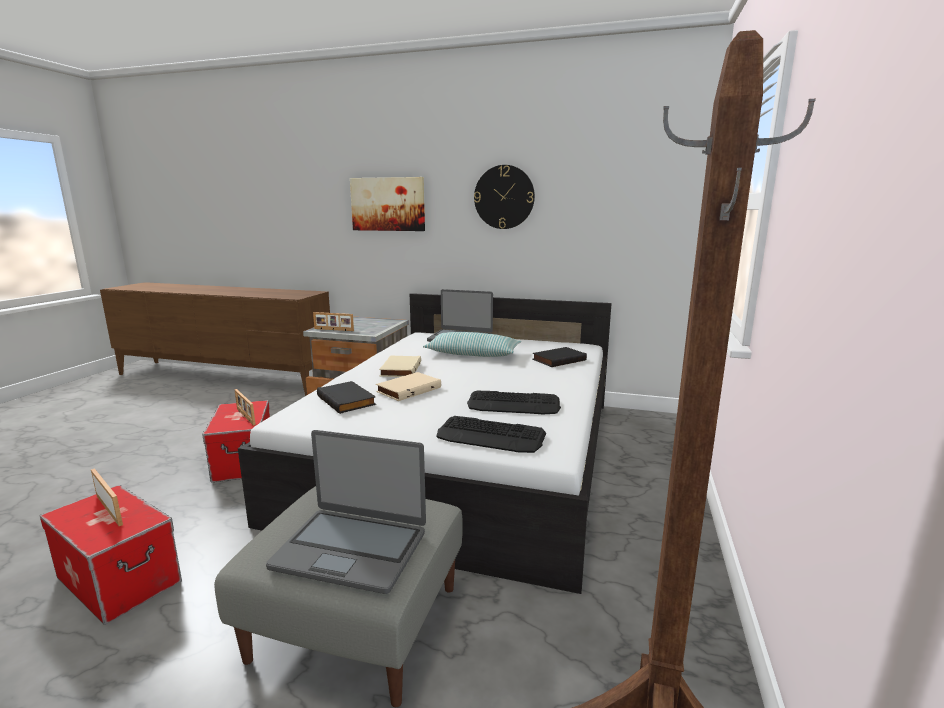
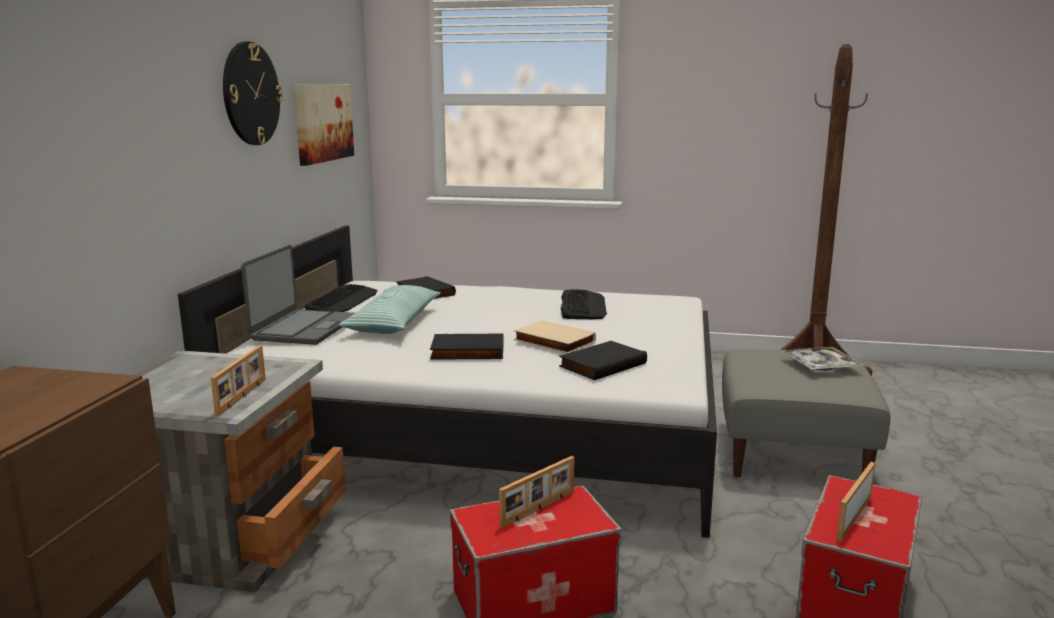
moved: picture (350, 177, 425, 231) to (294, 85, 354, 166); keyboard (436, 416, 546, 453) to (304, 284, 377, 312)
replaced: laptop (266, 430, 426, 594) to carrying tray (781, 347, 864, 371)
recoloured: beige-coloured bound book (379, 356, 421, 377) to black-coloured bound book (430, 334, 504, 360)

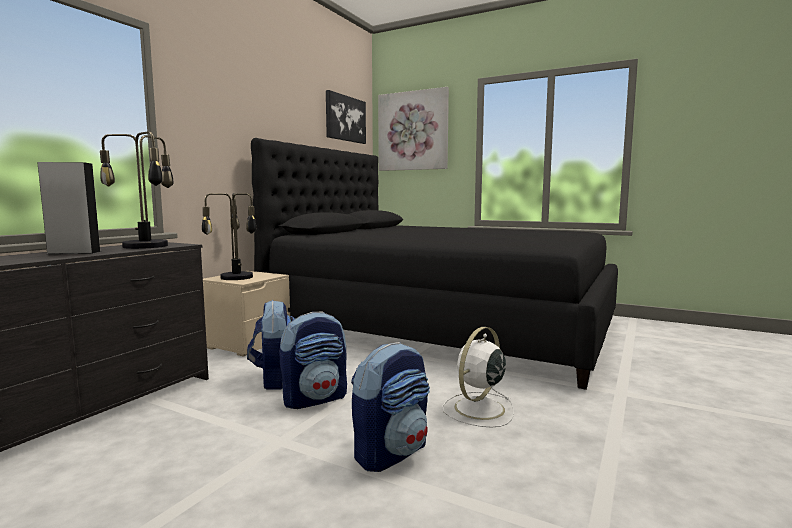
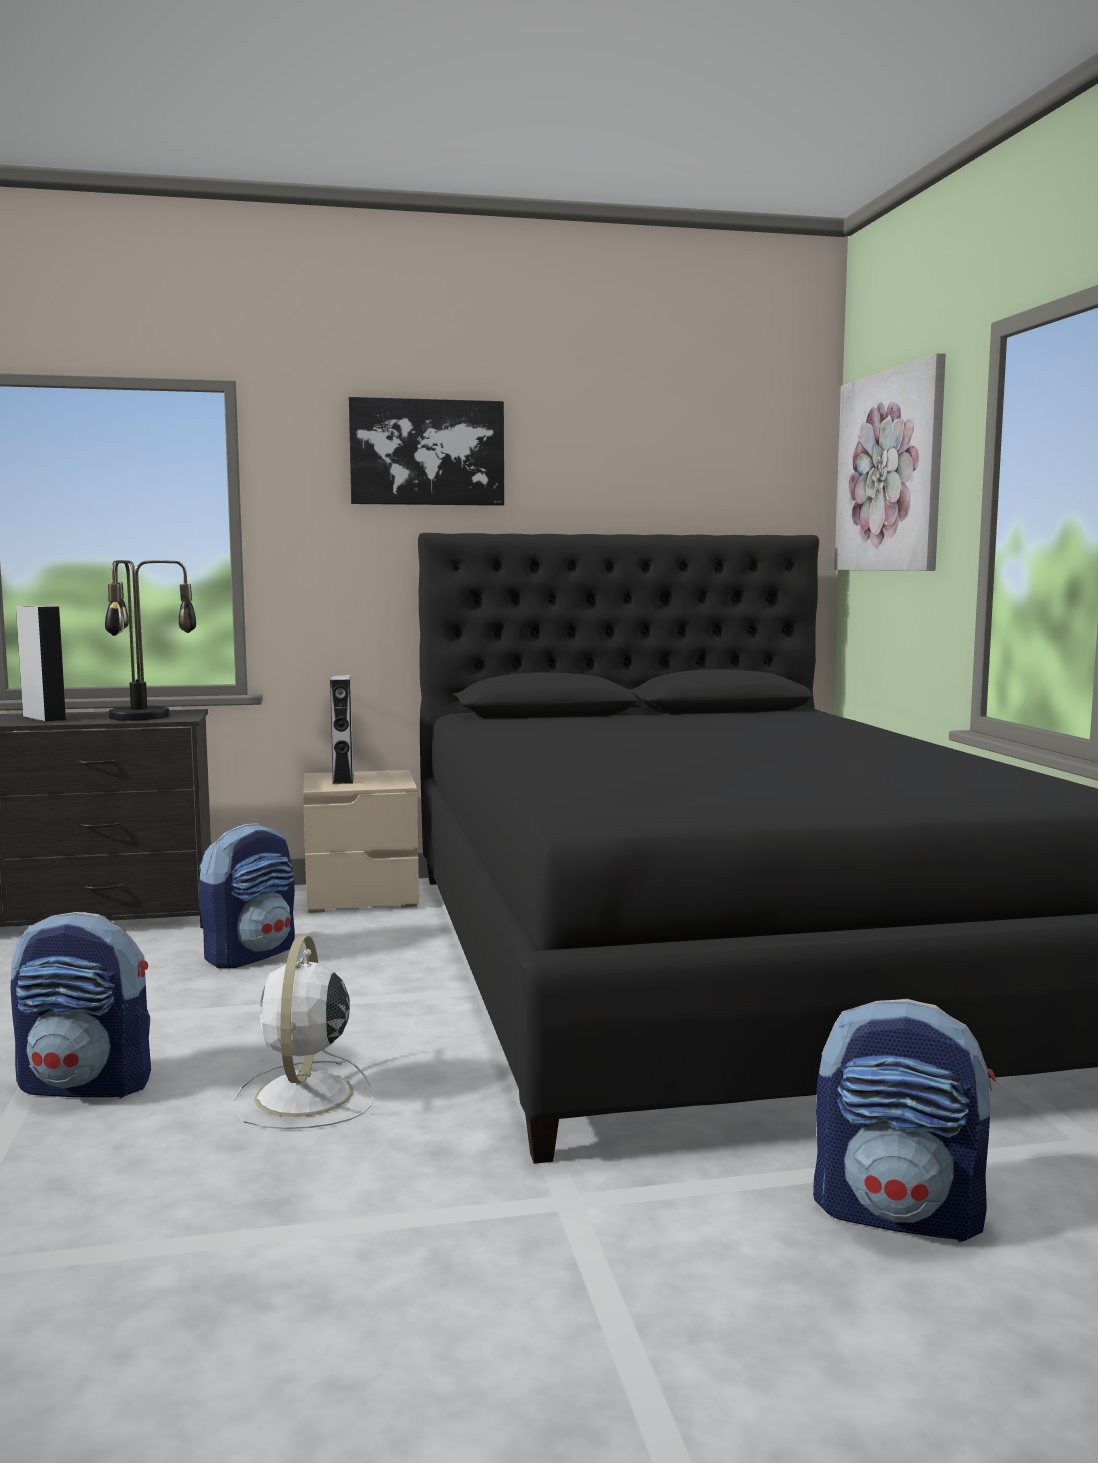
moved: rucksack (279, 312, 347, 409) to (813, 998, 996, 1242); picture (326, 90, 366, 144) to (349, 397, 504, 506)
replaced: lamp for a table (202, 193, 256, 280) to greyish audio speaker (330, 675, 354, 784)
turned: white electric fan (442, 327, 514, 428) = (233, 936, 374, 1129) 90 degrees counterclockwise

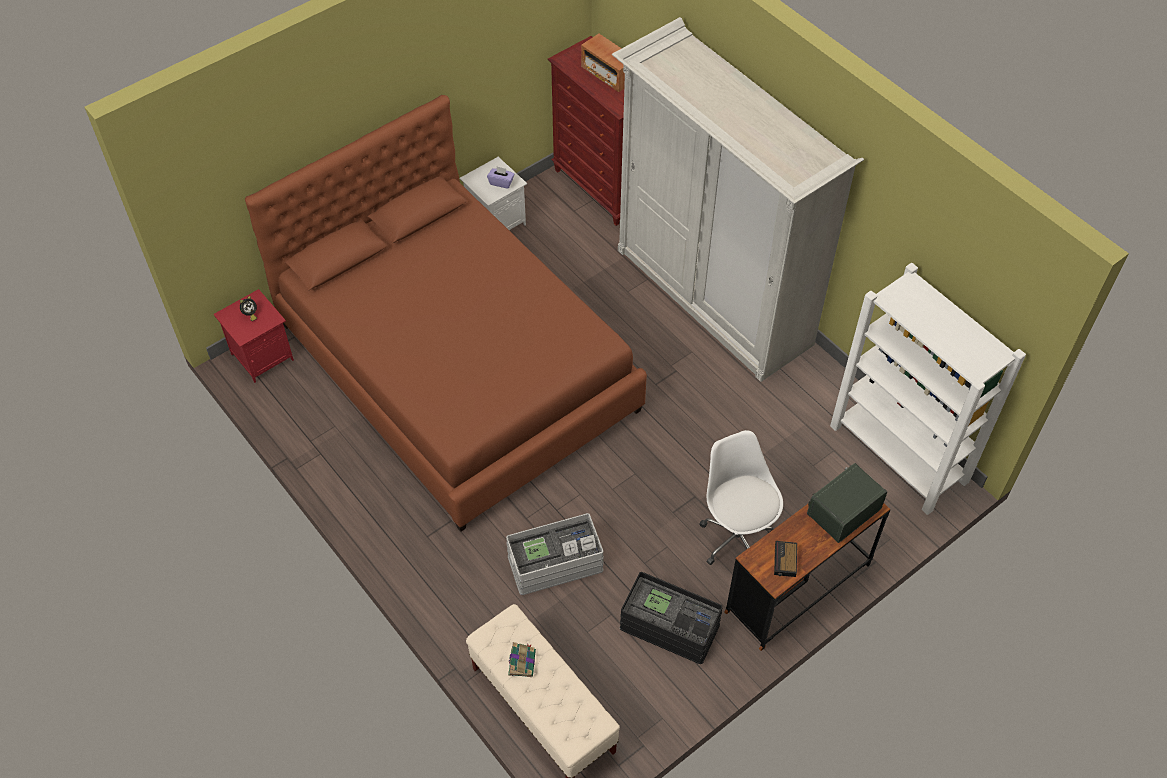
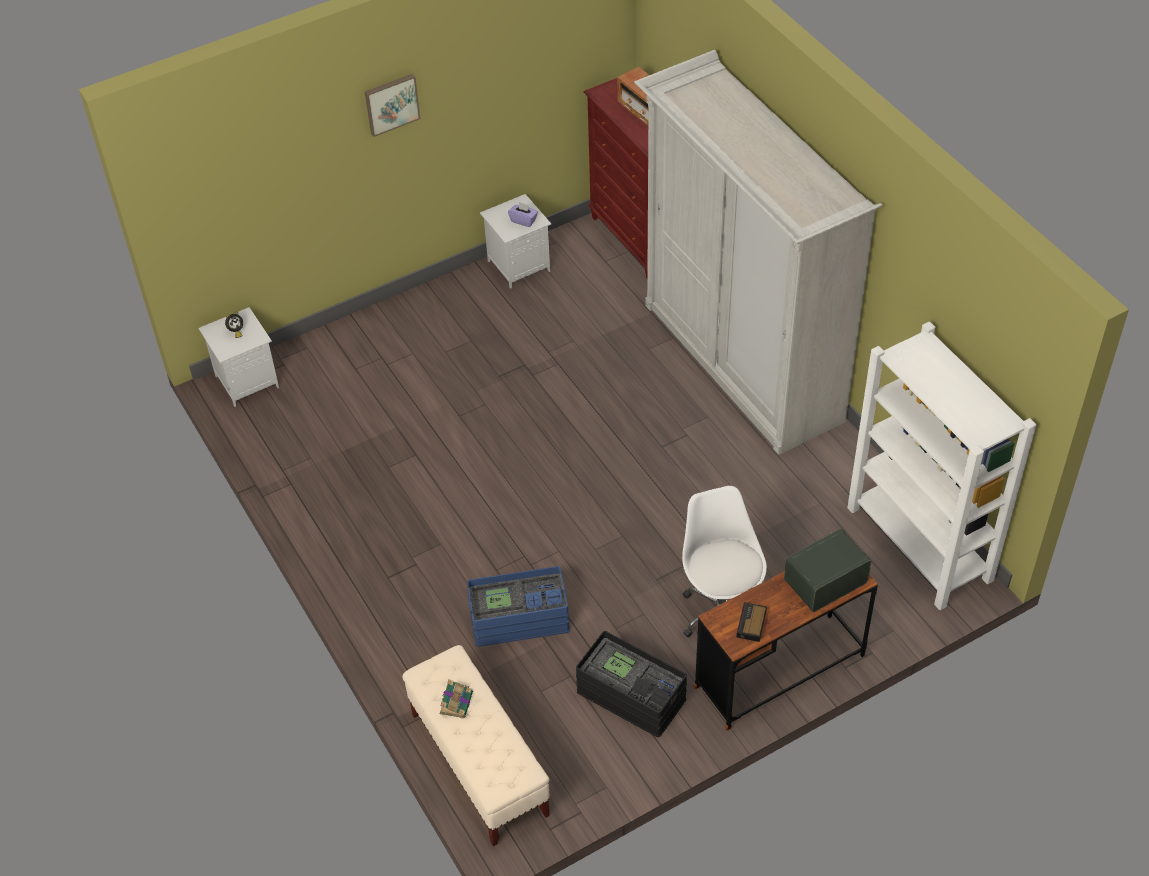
removed: brown-coloured sleeping bed (245, 95, 647, 532)
added: picture (365, 74, 420, 137)
recoloured: reddish night table (214, 289, 294, 383) to greyish night table (198, 307, 279, 407); greyish storage box (506, 513, 604, 595) to blue storage box (467, 566, 570, 647)

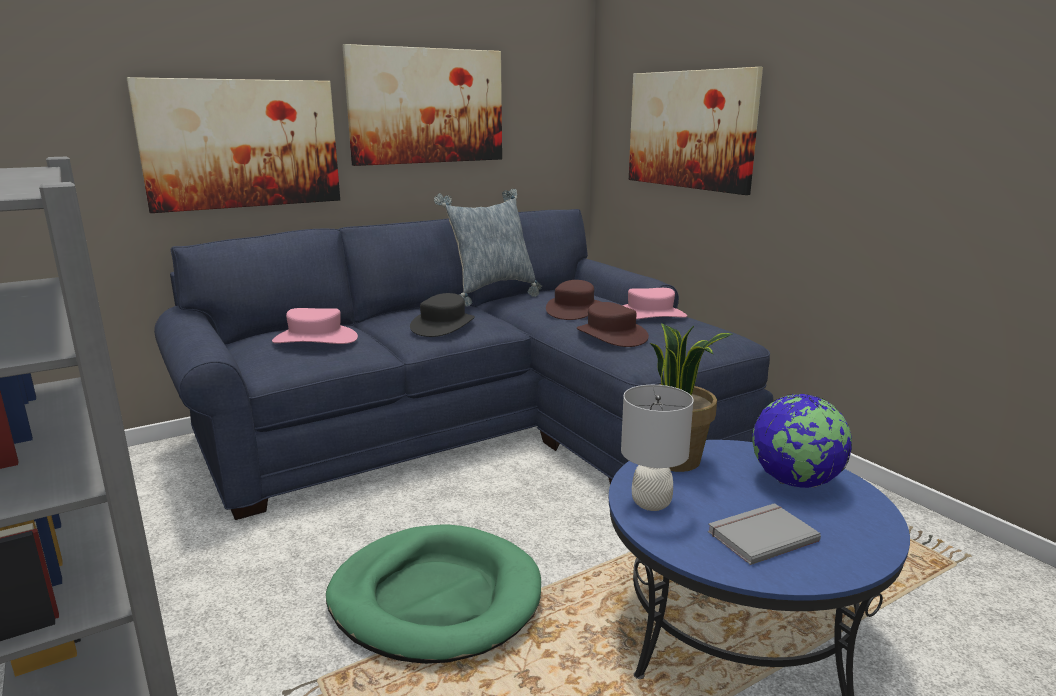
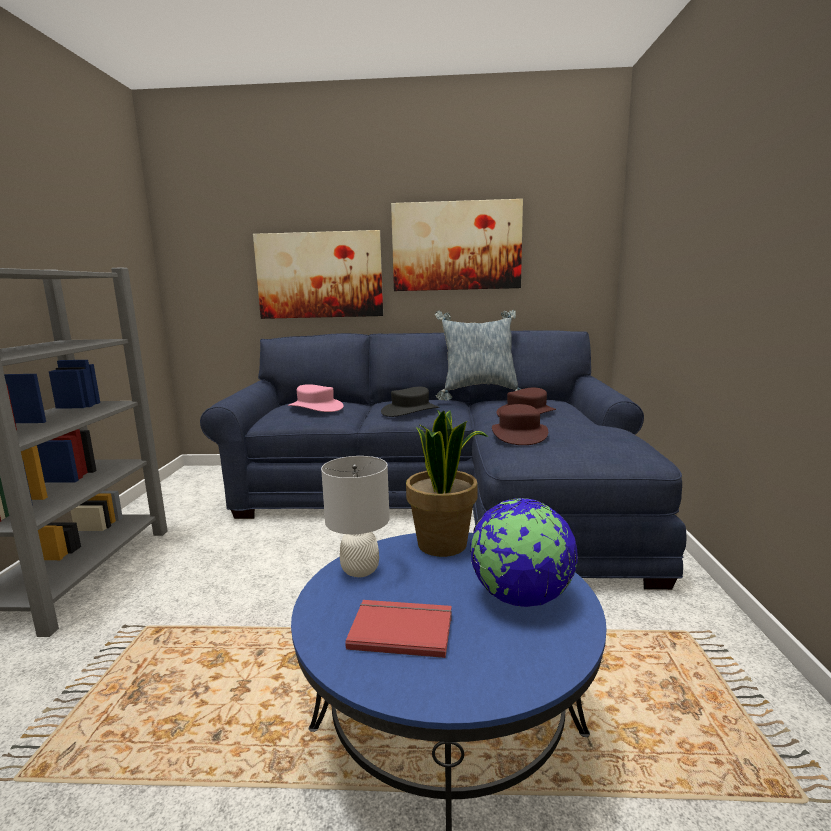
removed: green dog cushion (326, 525, 541, 664); pinkish hat (622, 288, 687, 319); picture (629, 67, 763, 195)
recoloured: greyish bound book (708, 503, 821, 565) to reddish bound book (345, 600, 452, 658)

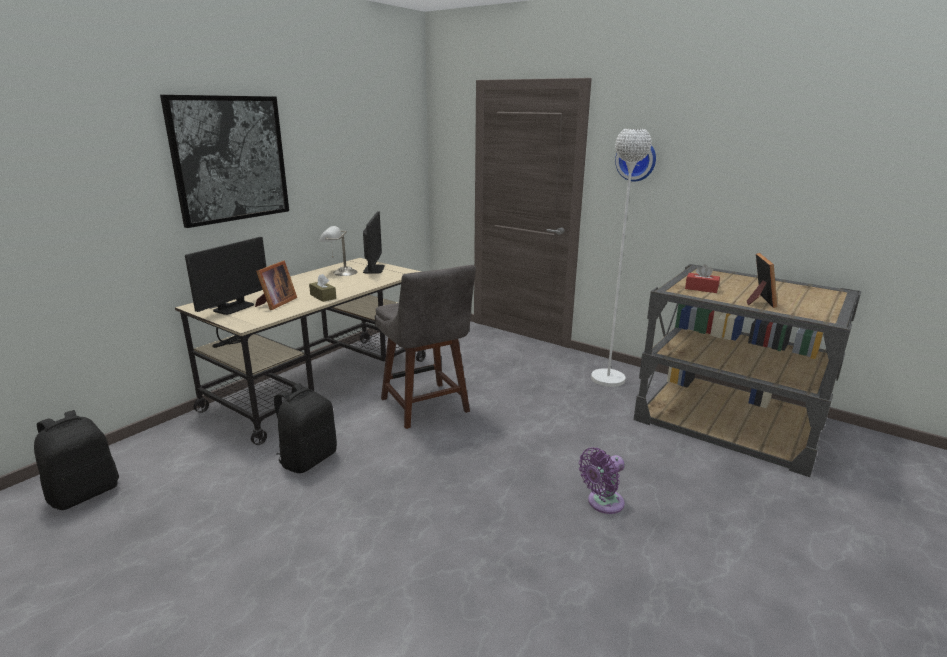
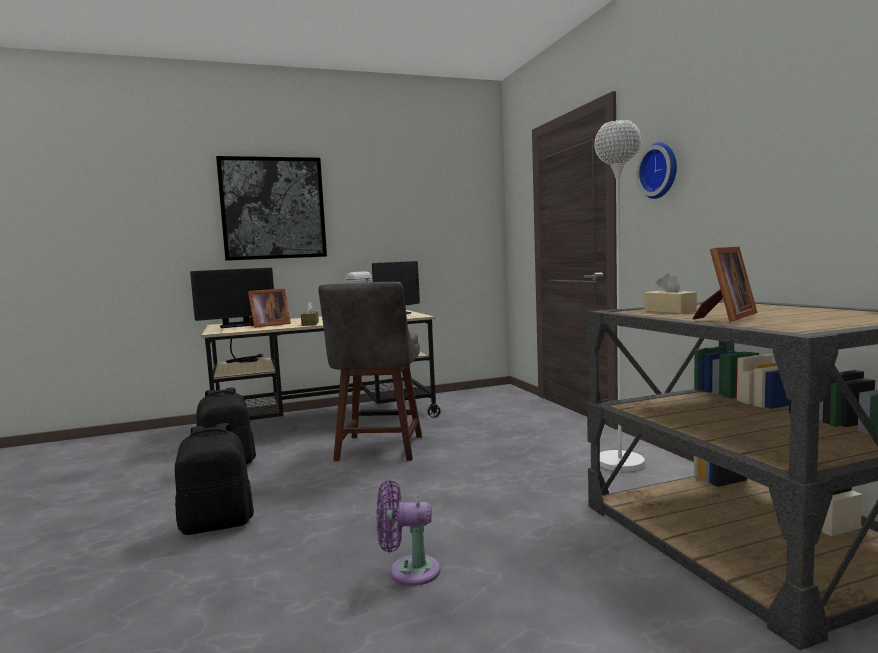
moved: black-coloured rucksack (34, 410, 119, 510) to (175, 423, 254, 535)
recoloured: reddish box of tissues (685, 264, 720, 293) to beige-coloured box of tissues (644, 273, 697, 314)

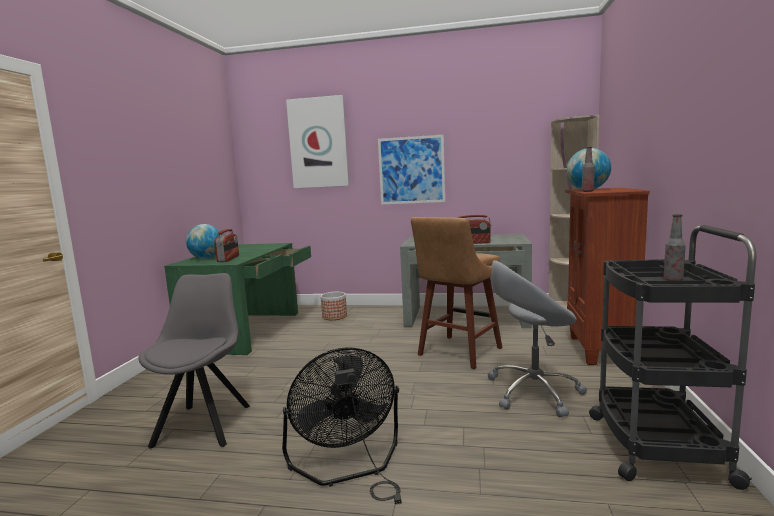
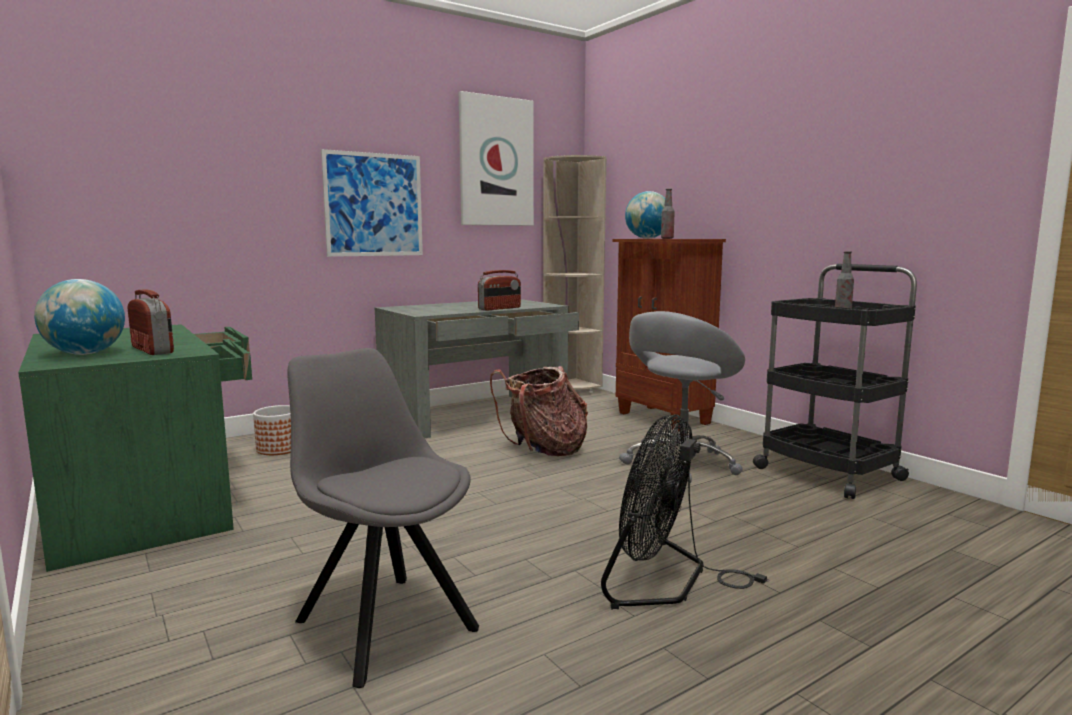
moved: picture (286, 95, 349, 188) to (459, 91, 534, 226)
replaced: brown-coloured stool (411, 217, 502, 369) to rucksack (490, 366, 588, 456)

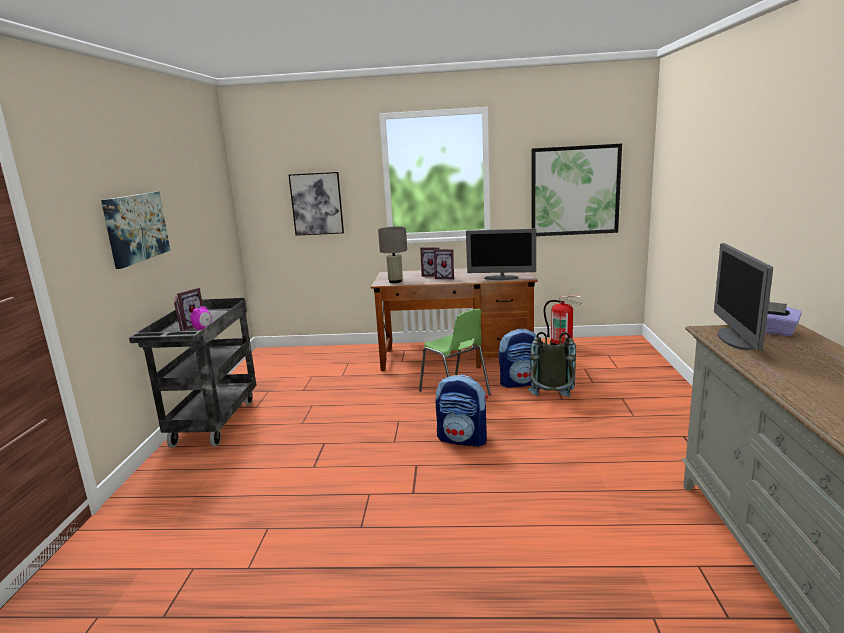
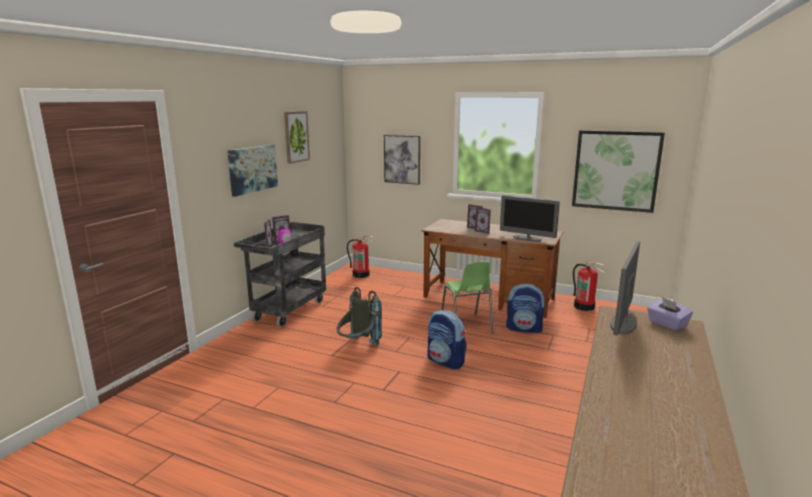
removed: greyish lamp for a table (378, 226, 407, 283)
added: picture (284, 111, 310, 164); extinguisher (347, 236, 374, 278)
moved: greyish rucksack (528, 332, 576, 397) to (337, 287, 382, 346)

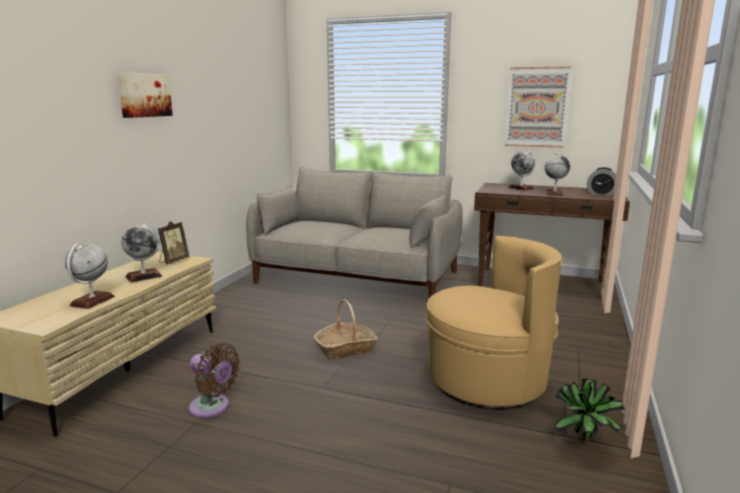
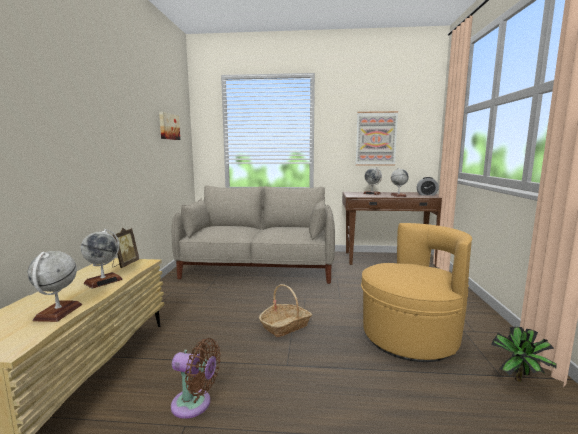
moved: picture (117, 72, 173, 118) to (159, 112, 180, 140)

